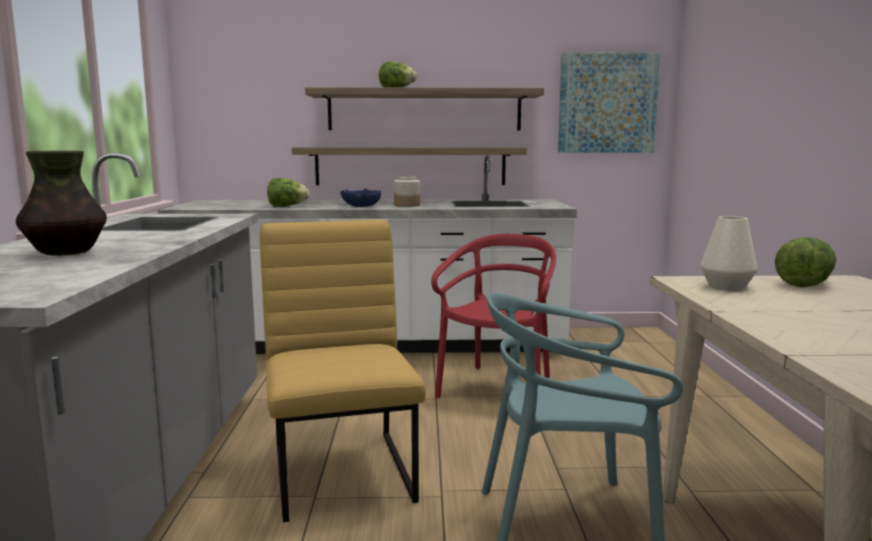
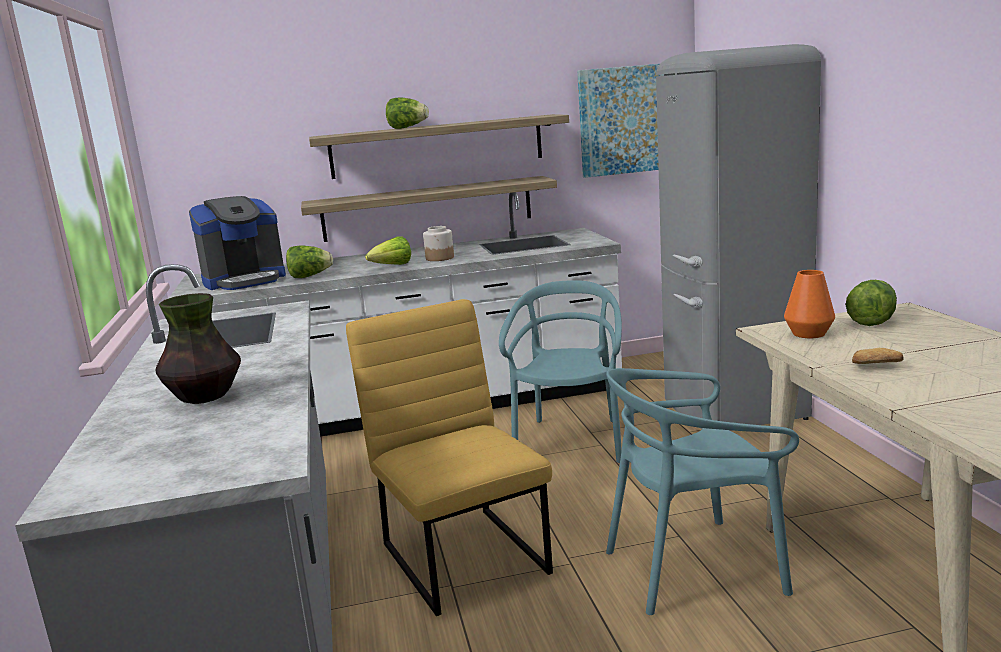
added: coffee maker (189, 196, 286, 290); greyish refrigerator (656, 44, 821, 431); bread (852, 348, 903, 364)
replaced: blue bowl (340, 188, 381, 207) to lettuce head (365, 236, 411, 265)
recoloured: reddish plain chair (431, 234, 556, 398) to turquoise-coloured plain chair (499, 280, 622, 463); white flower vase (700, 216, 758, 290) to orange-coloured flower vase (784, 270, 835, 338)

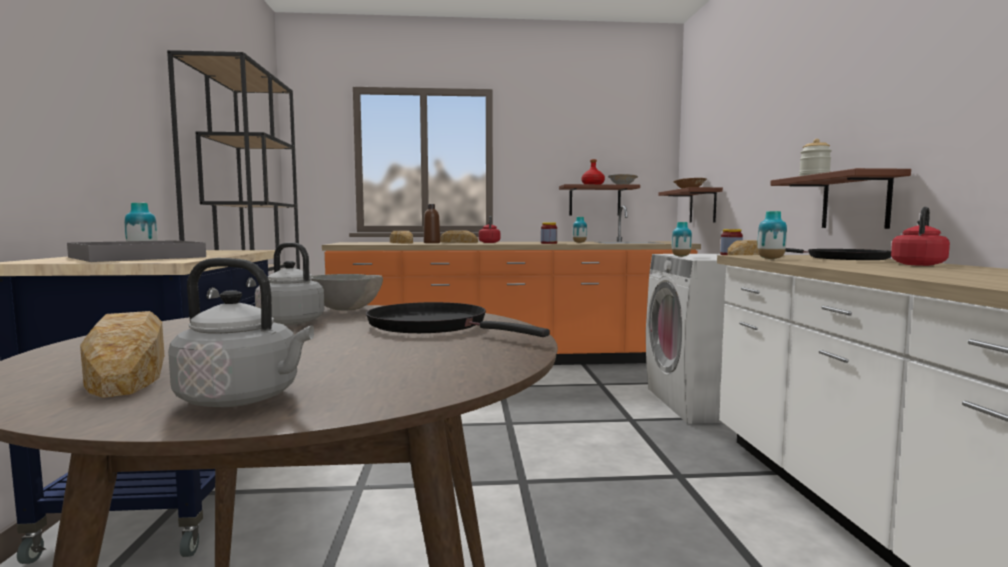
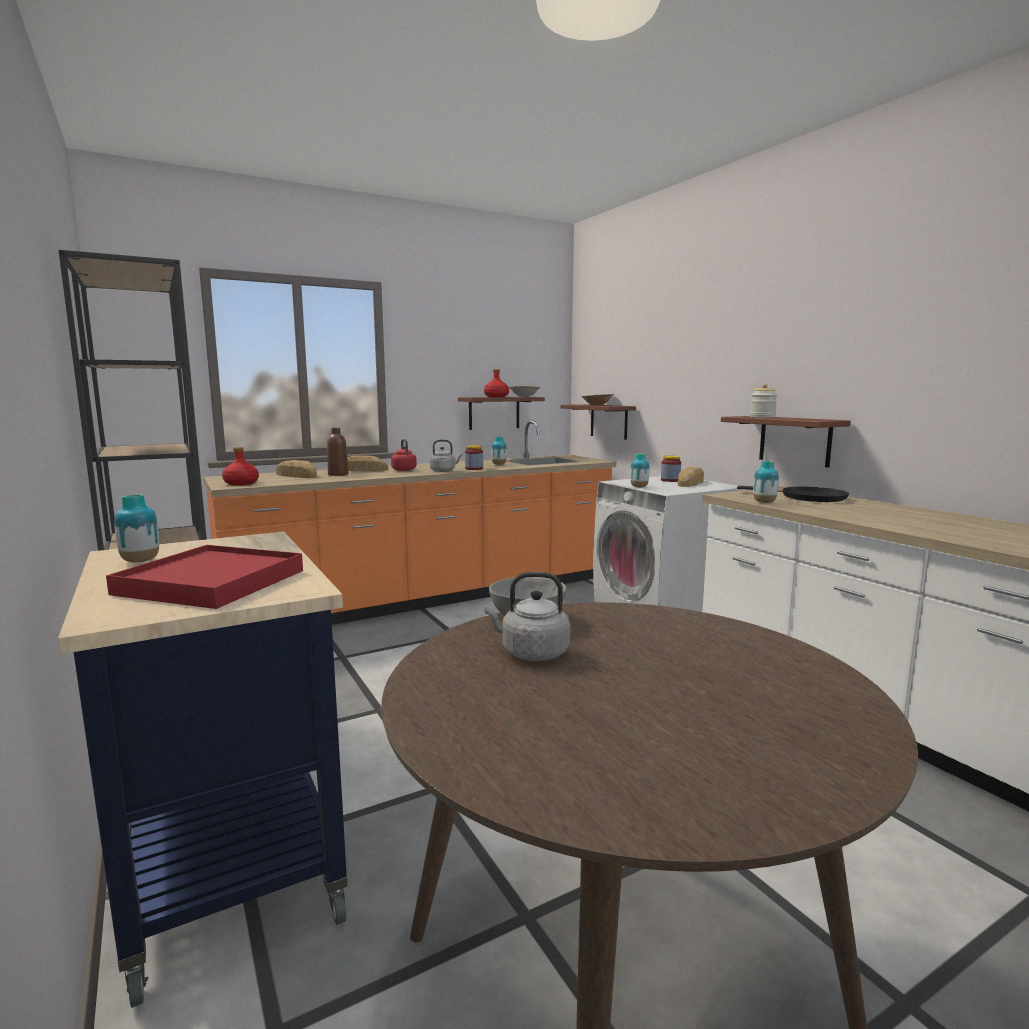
removed: bread (80, 311, 164, 398); black-coloured pan (366, 302, 550, 337); reddish water kettle (891, 207, 950, 266)
added: reddish bottle (222, 447, 259, 486)
moved: greyish water kettle (168, 258, 314, 407) to (430, 440, 463, 472)
recoloured: greyish carrying tray (67, 240, 206, 262) to reddish carrying tray (106, 545, 303, 609)

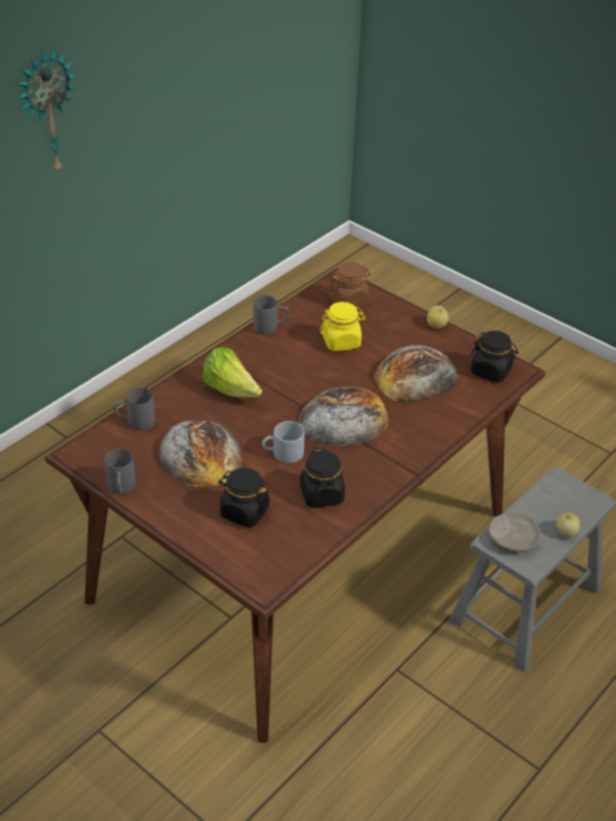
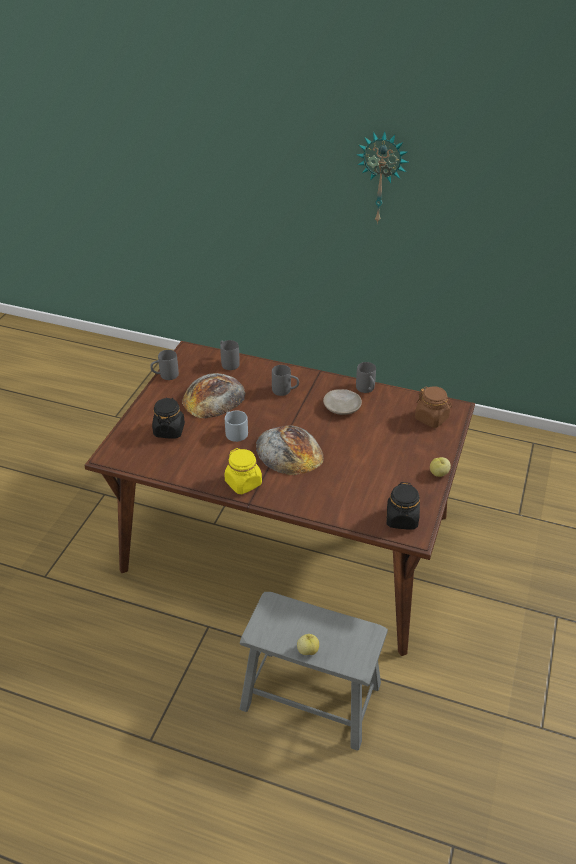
removed: black-coloured storage jar (300, 448, 345, 508); bread (374, 345, 458, 403)
moved: yellow-coloured storage jar (320, 302, 366, 351) to (224, 448, 262, 494); beige-coloured plate (489, 512, 541, 552) to (323, 389, 362, 415)
replaced: lettuce head (203, 347, 262, 398) to greyish tea mug (272, 365, 299, 396)

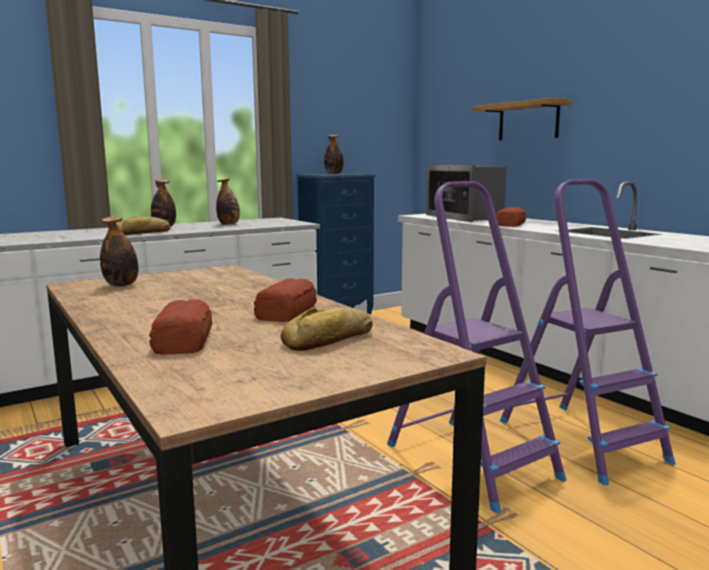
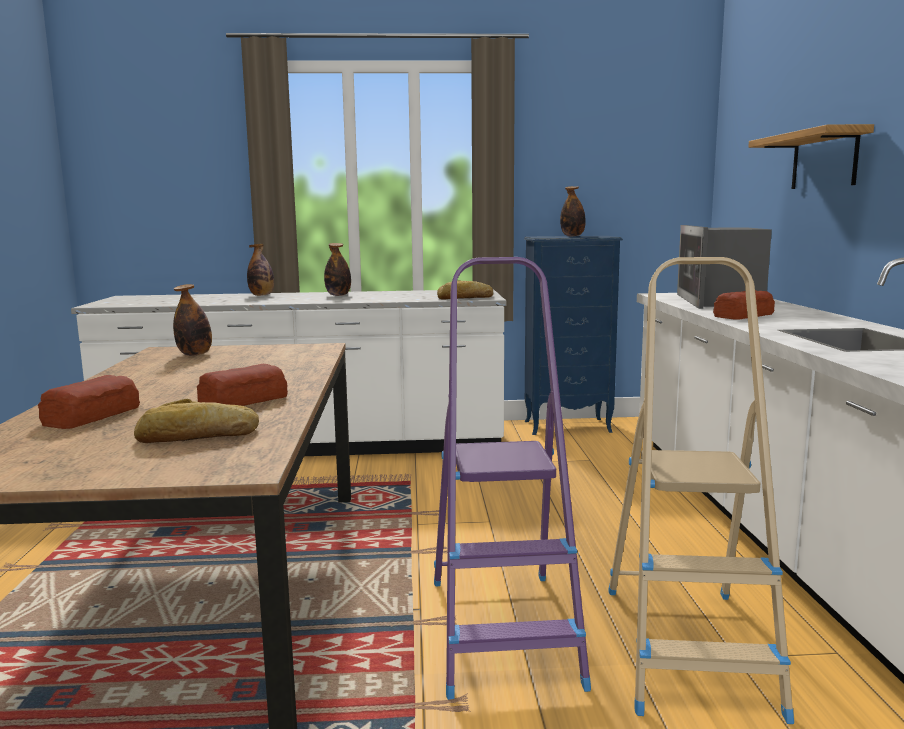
moved: bread (117, 217, 170, 235) to (437, 280, 493, 299); bottle (216, 179, 240, 225) to (247, 244, 274, 296)
recoloured: purple-coloured step ladder (500, 179, 675, 485) to beige-coloured step ladder (608, 257, 794, 724)

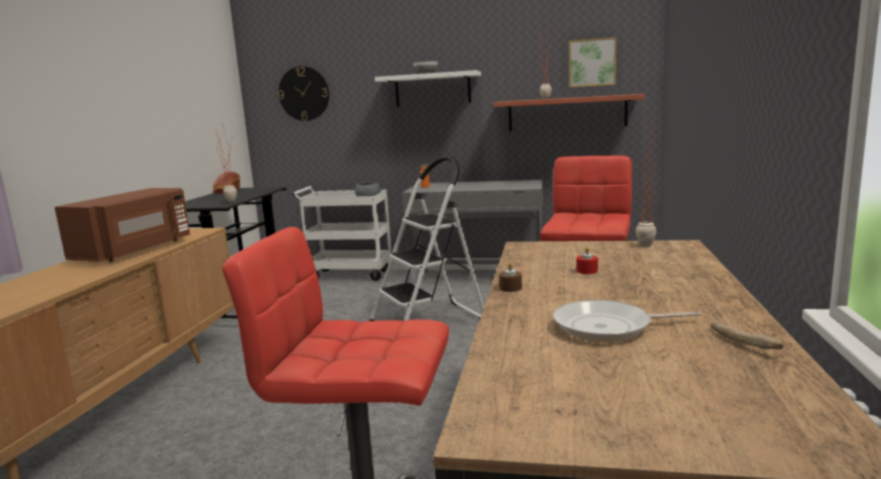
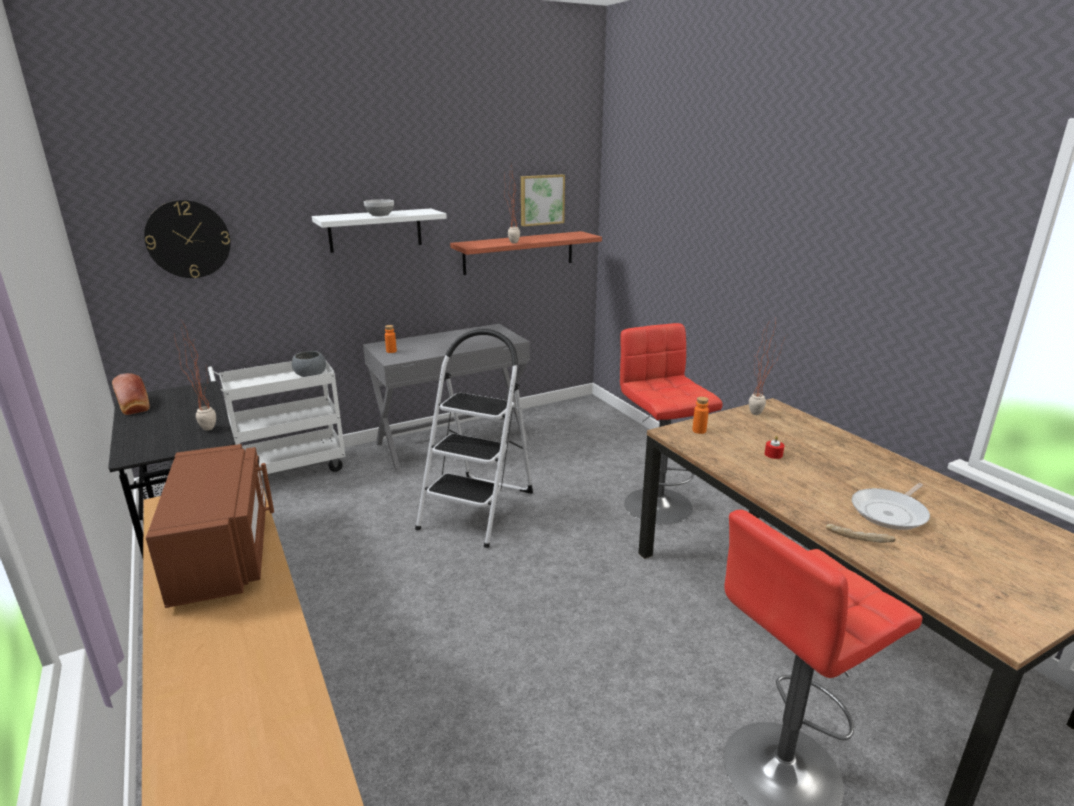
removed: brown-coloured wax candle (499, 263, 522, 292)
added: orange-coloured bottle (692, 397, 709, 434)
moved: bread (710, 321, 784, 349) to (826, 524, 896, 543)

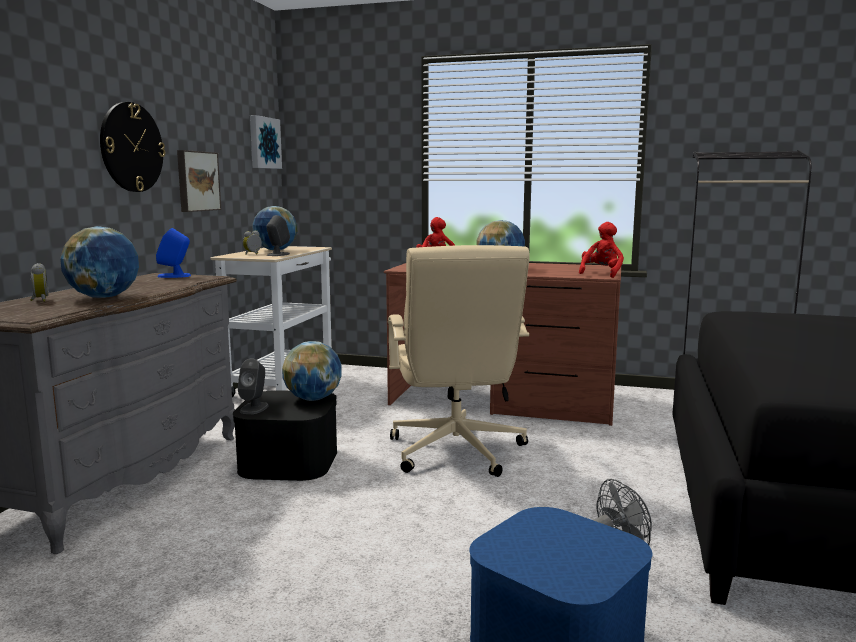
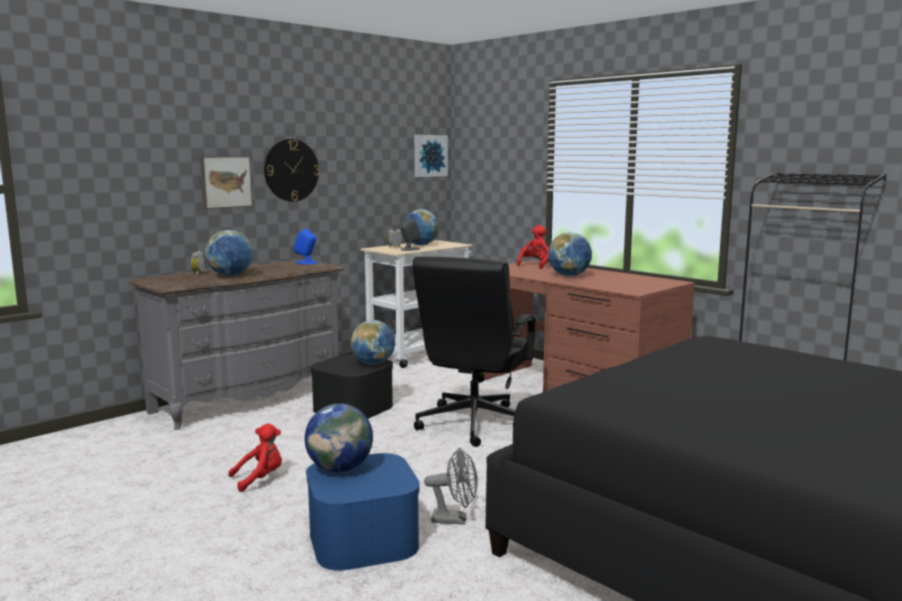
removed: greyish audio speaker (237, 359, 269, 414)
added: world globe (305, 403, 373, 472)
moved: picture (177, 150, 221, 212) to (200, 156, 253, 209); reddish cuddly toy (579, 222, 624, 278) to (229, 423, 282, 492)
recoloured: beige-coloured computer chair (388, 245, 530, 477) to black-coloured computer chair (413, 257, 536, 447)

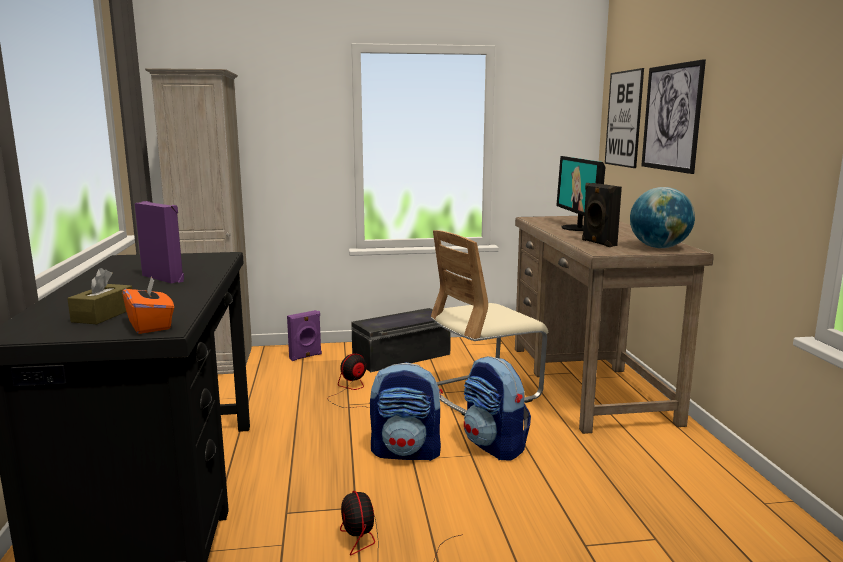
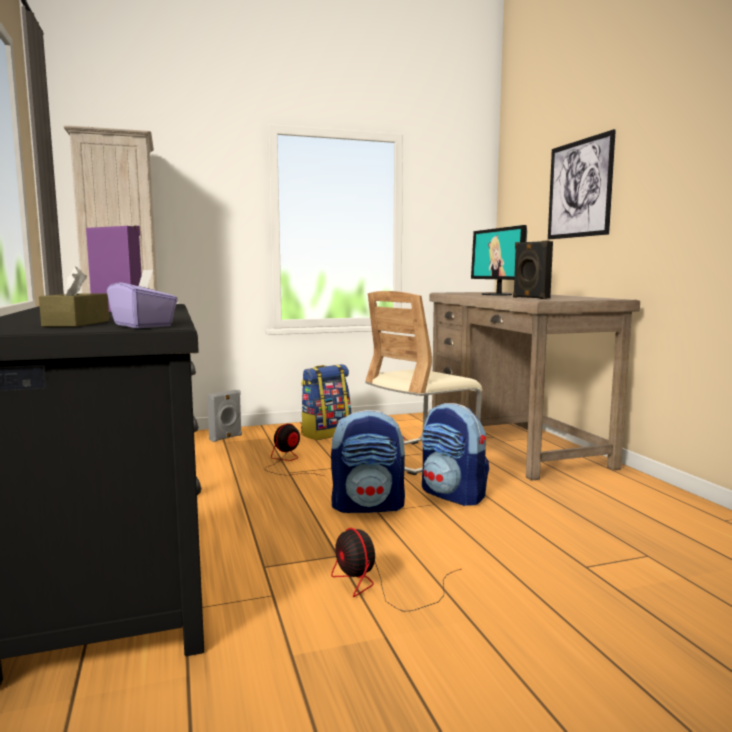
removed: picture (605, 68, 644, 168); world globe (630, 187, 695, 248)
replaced: black-coloured storage box (351, 308, 451, 372) to rucksack (301, 364, 351, 440)
recoloured: orange-coloured box of tissues (122, 275, 174, 334) to purple-coloured box of tissues (107, 269, 178, 328); purple-coloured audio speaker (287, 310, 322, 361) to greyish audio speaker (207, 390, 242, 442)

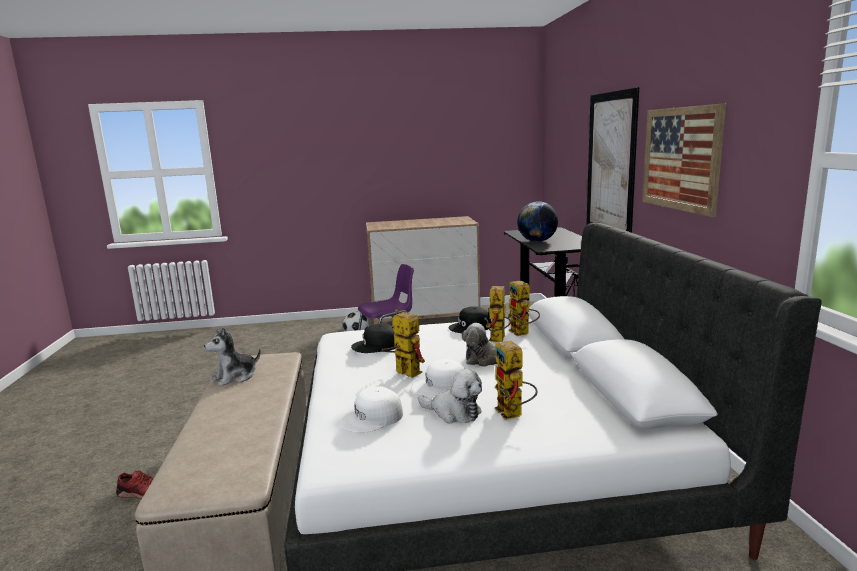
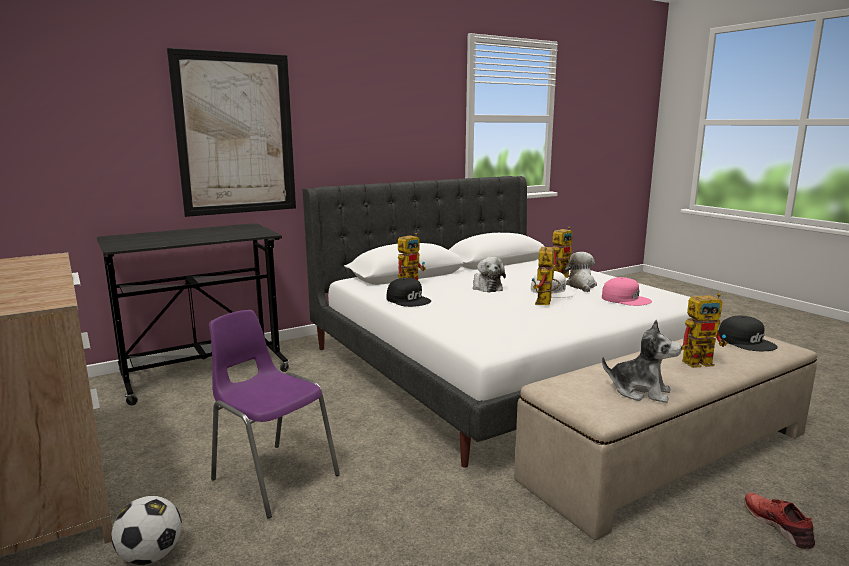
removed: world globe (517, 201, 558, 242); picture (642, 103, 726, 217)
moved: black-coloured cap (351, 323, 396, 353) to (718, 315, 778, 351); robot figure (484, 286, 511, 342) to (682, 293, 727, 368)
recoloured: white cap (340, 386, 403, 432) to pinkish cap (602, 277, 652, 306)

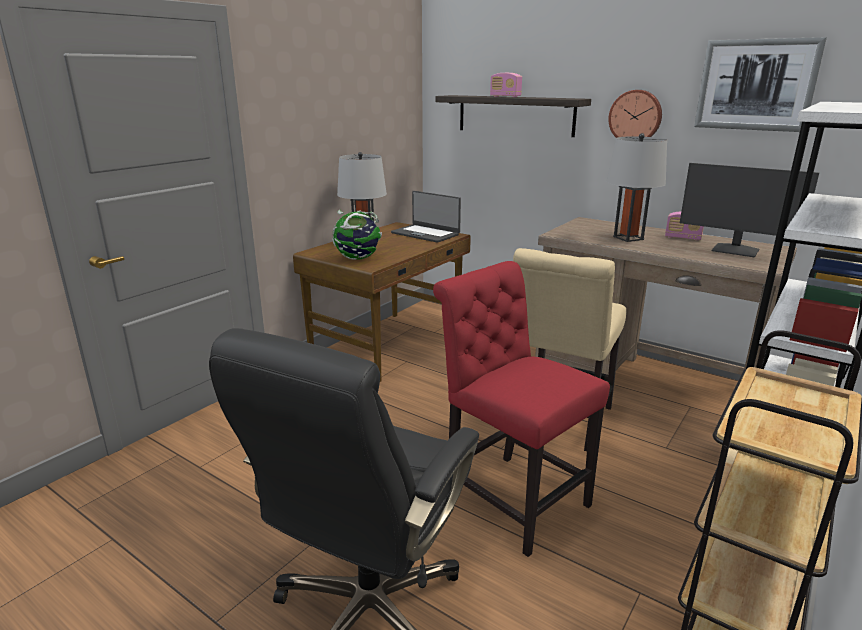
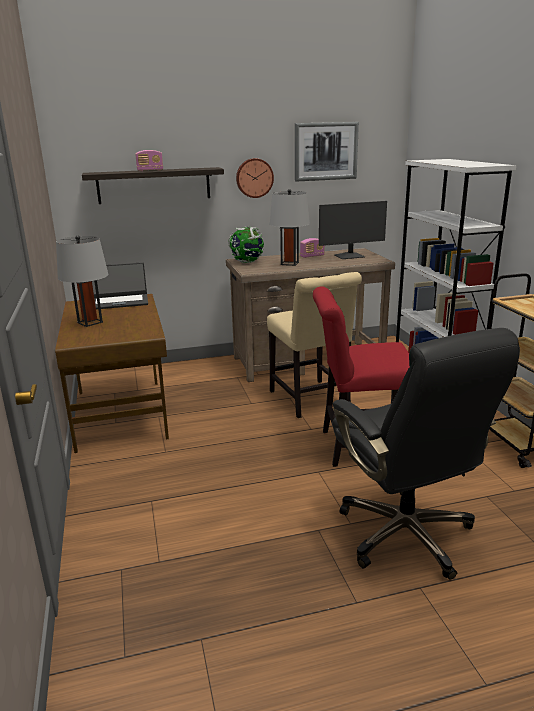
moved: world globe (333, 210, 382, 260) to (228, 226, 264, 263)

